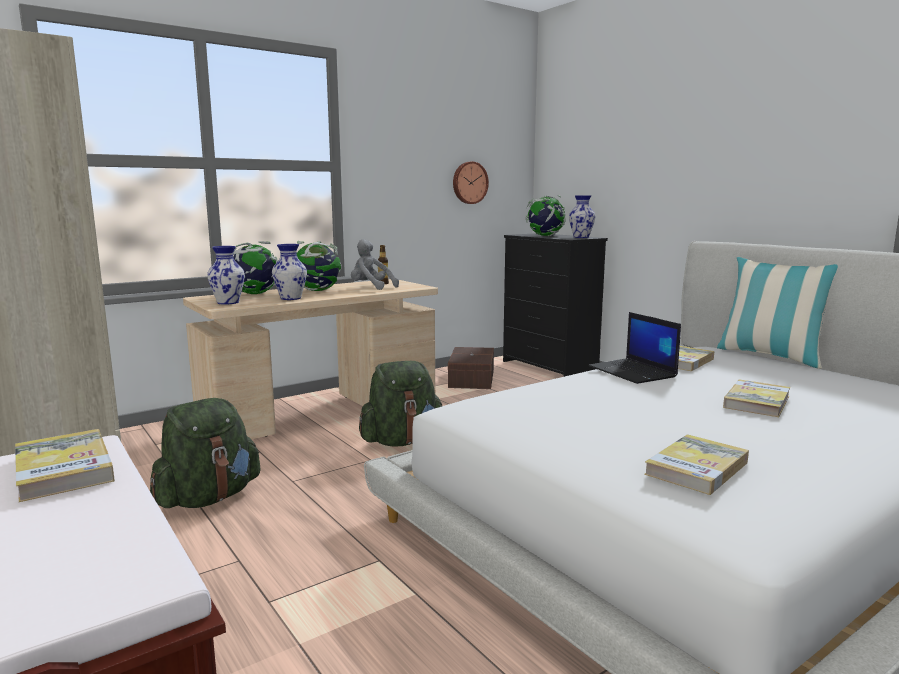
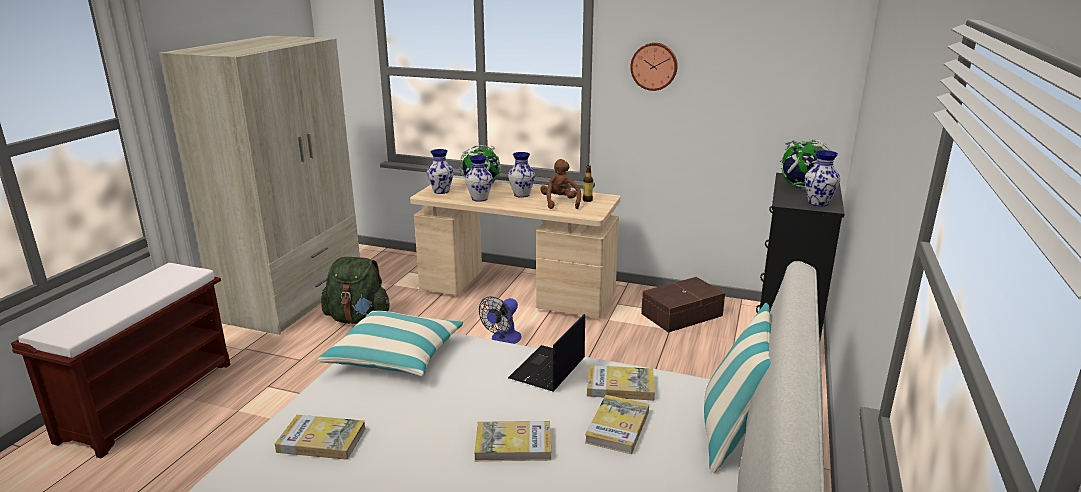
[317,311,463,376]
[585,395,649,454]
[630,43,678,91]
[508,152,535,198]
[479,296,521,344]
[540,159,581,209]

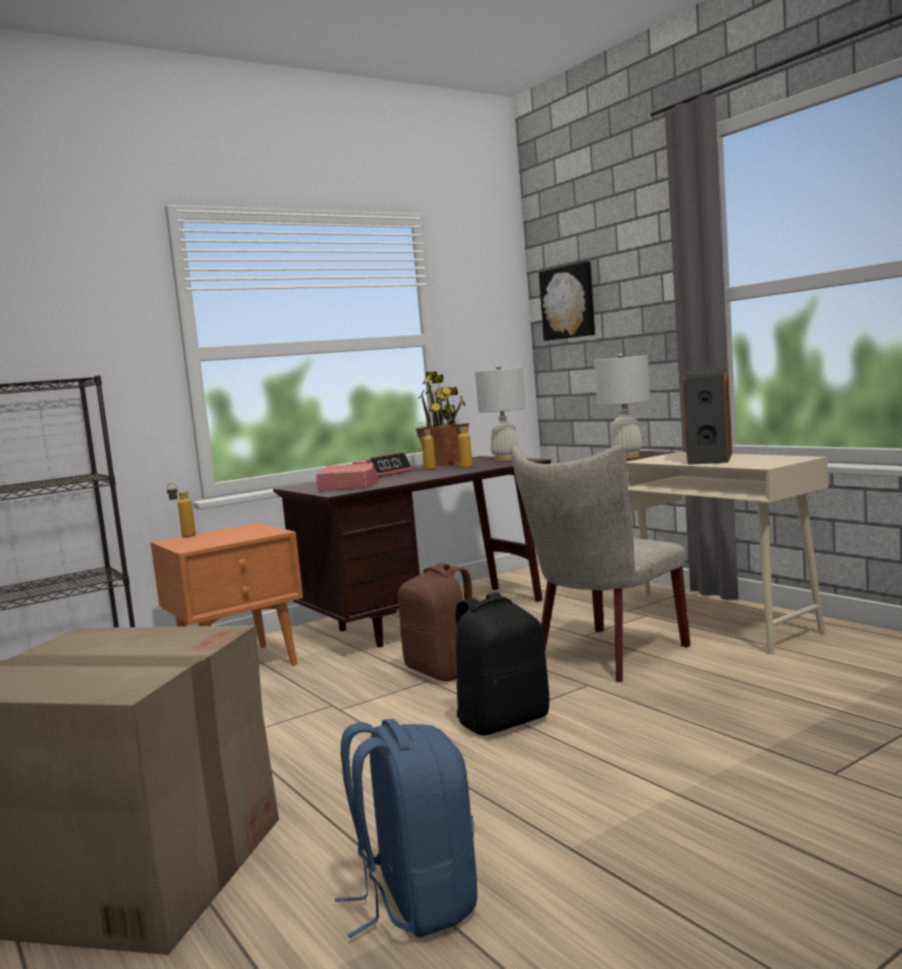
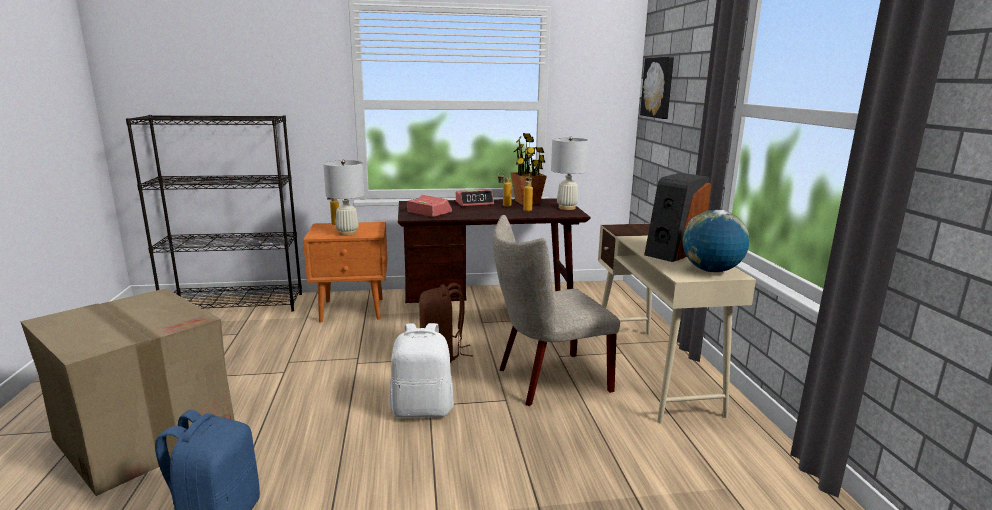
[683,210,749,272]
[323,160,365,236]
[390,323,454,418]

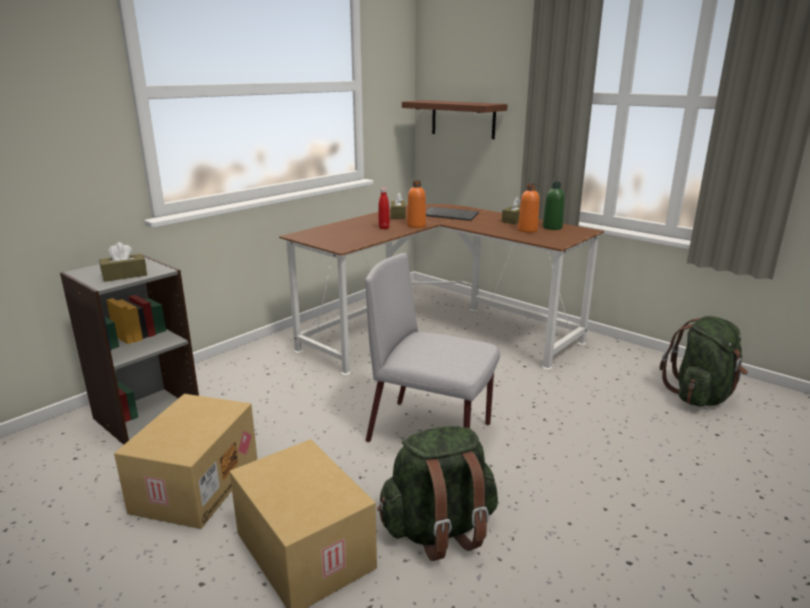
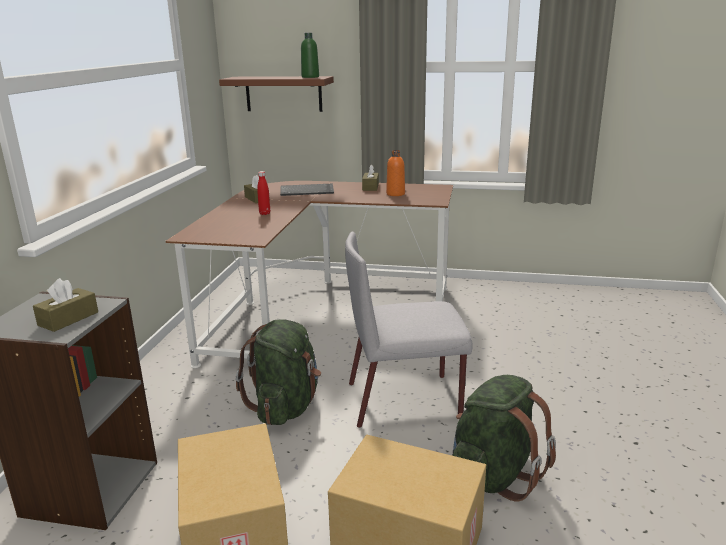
[407,180,426,228] (first image)
[301,33,319,78]
[236,319,321,425]

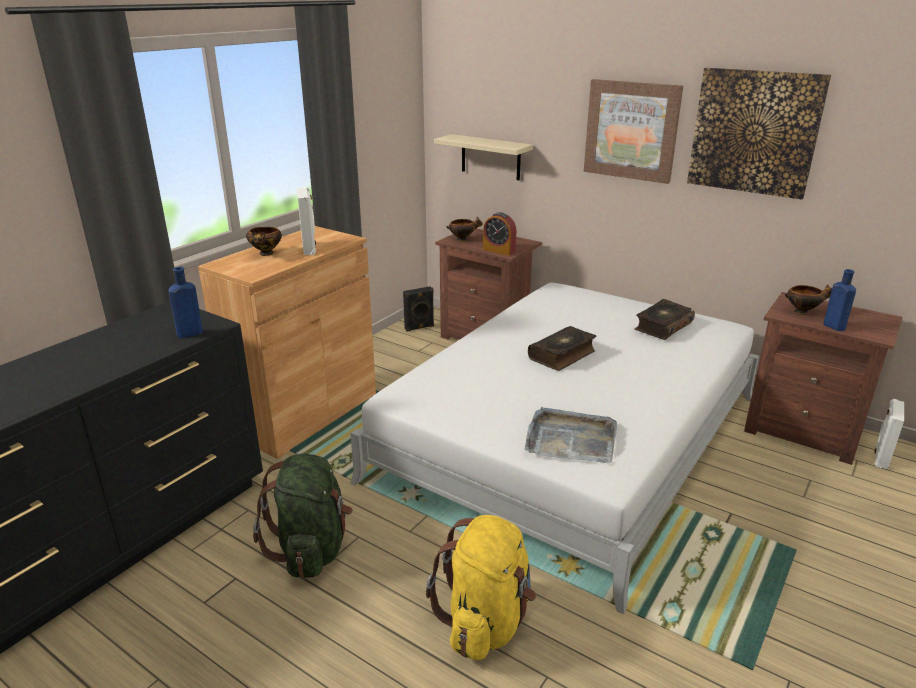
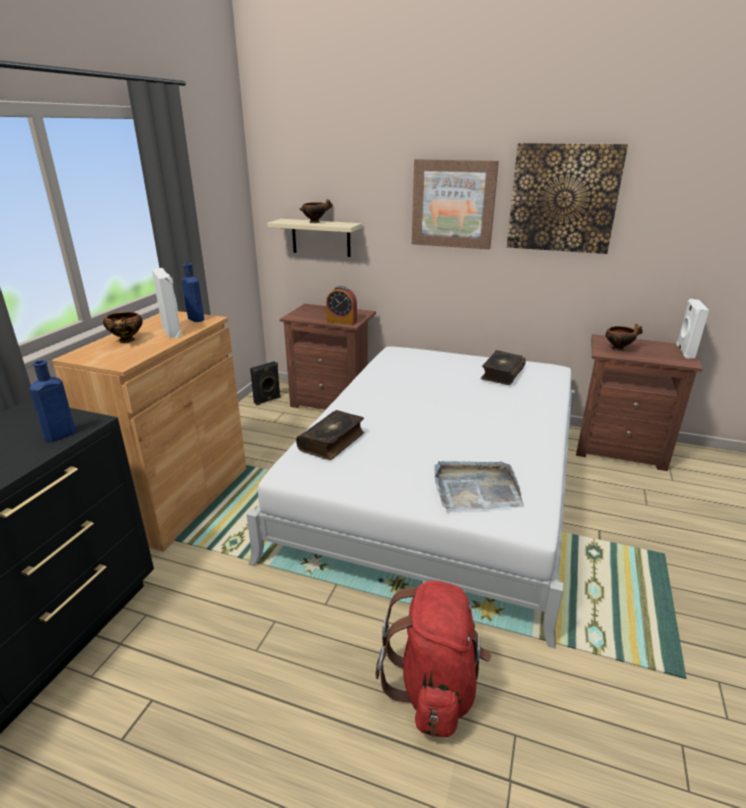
[253,454,353,578] (first image)
[299,199,333,223]
[296,410,364,460]
[182,263,204,322]
[676,299,709,359]
[376,581,492,737]

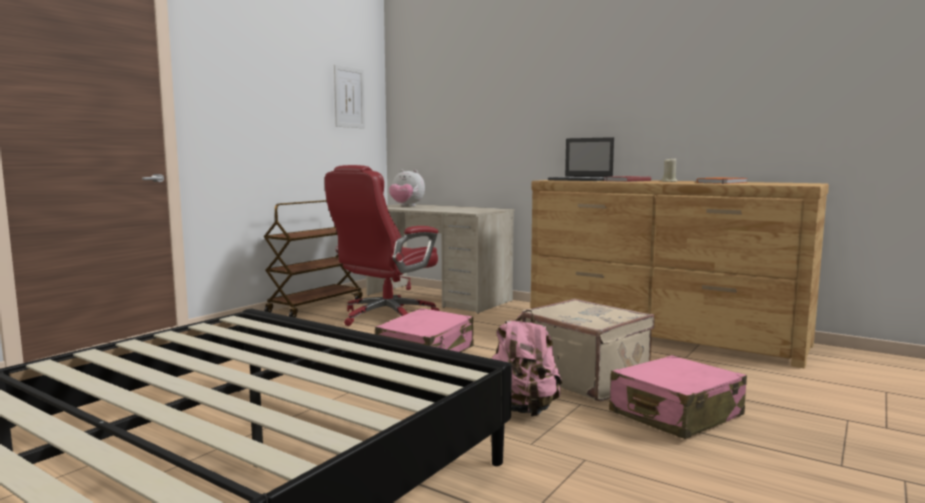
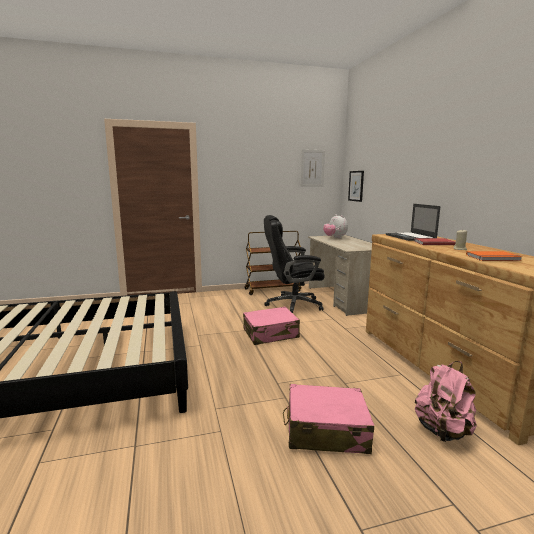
[522,298,655,401] (first image)
[348,171,364,202]
[415,361,477,442]
[264,215,325,313]

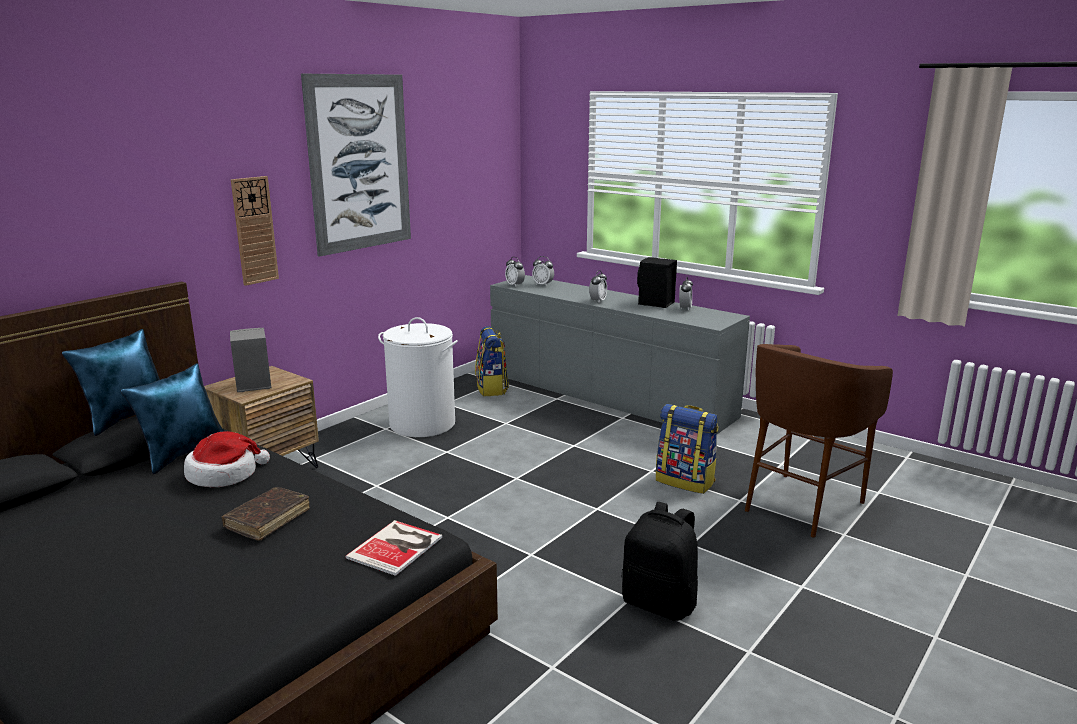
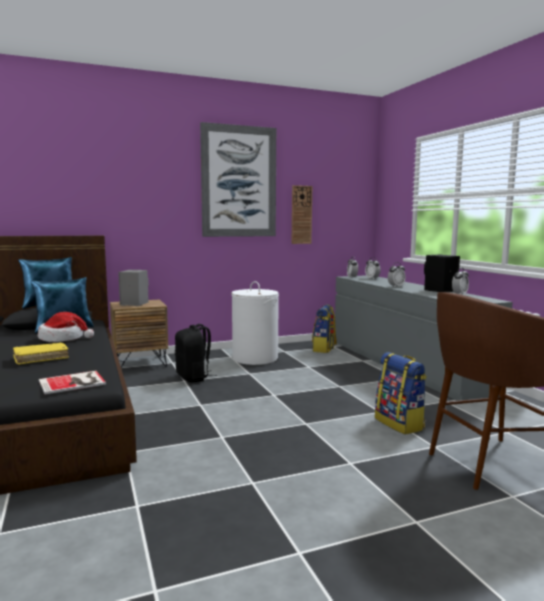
[292,185,312,244]
[175,324,217,382]
[13,343,69,365]

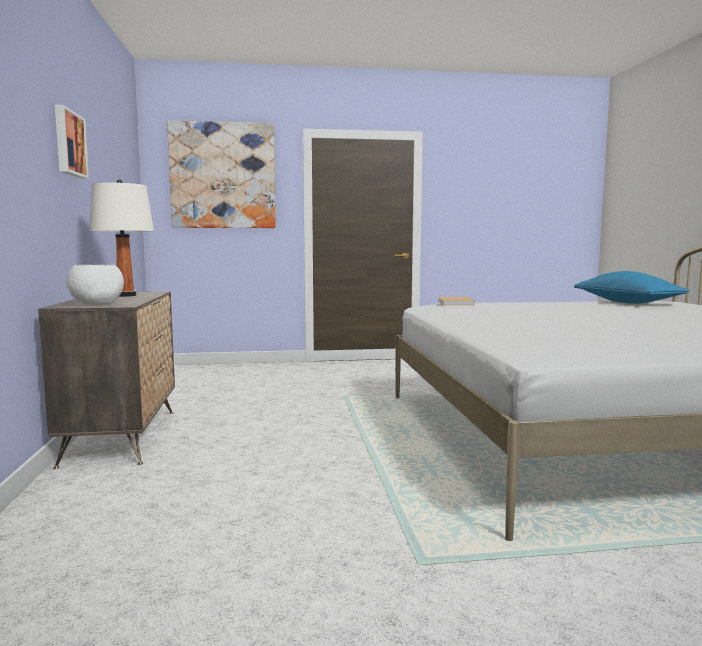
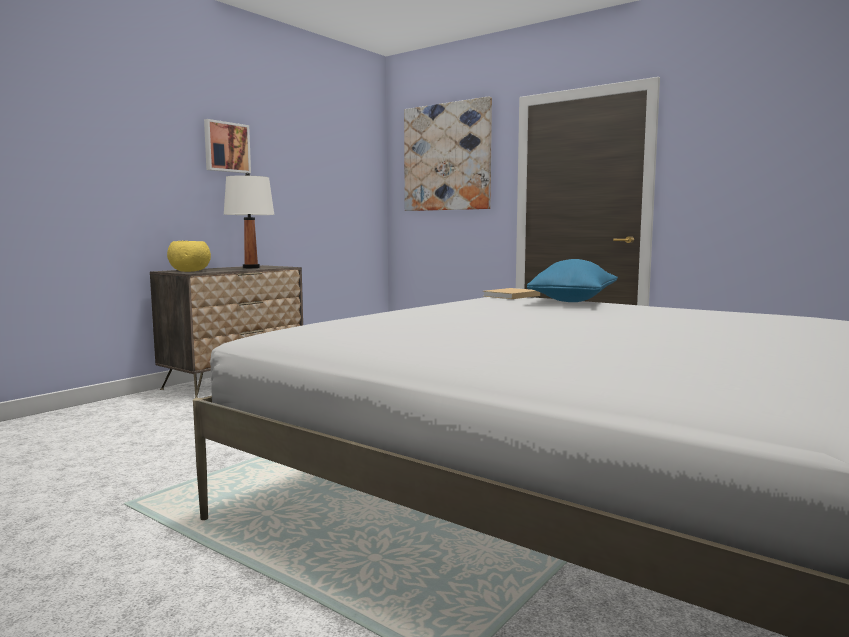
[527,259,618,302]
[167,241,211,272]

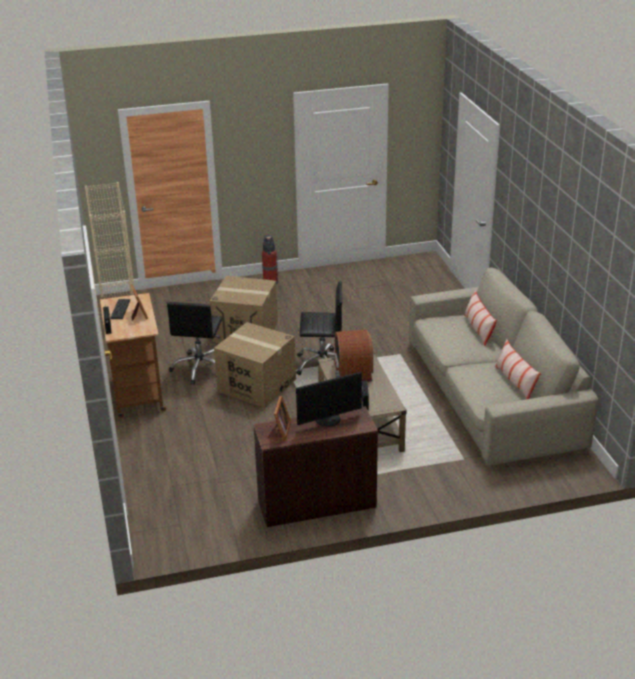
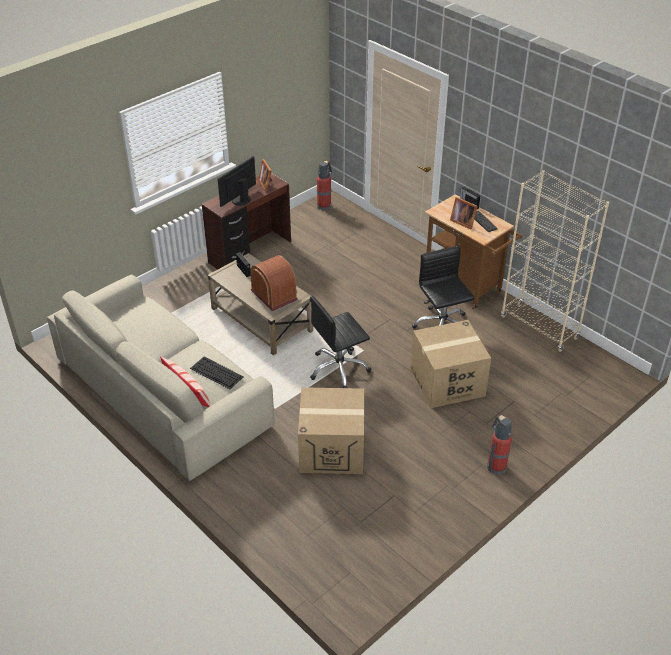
[495,339,541,399] (first image)
[190,357,244,389]
[317,161,332,210]
[298,387,364,474]

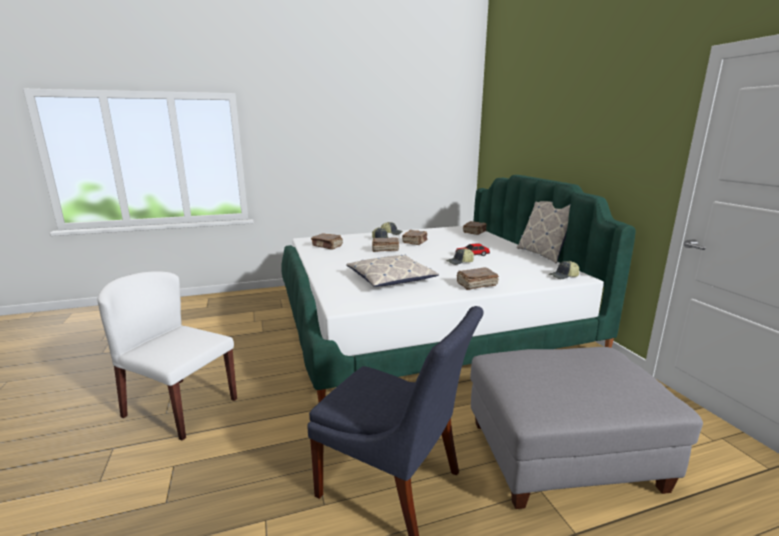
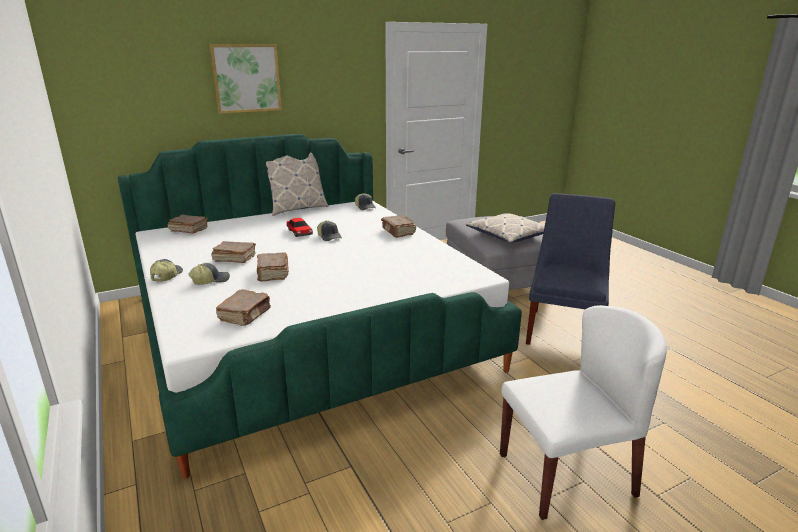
[210,44,282,114]
[466,213,545,243]
[500,305,667,520]

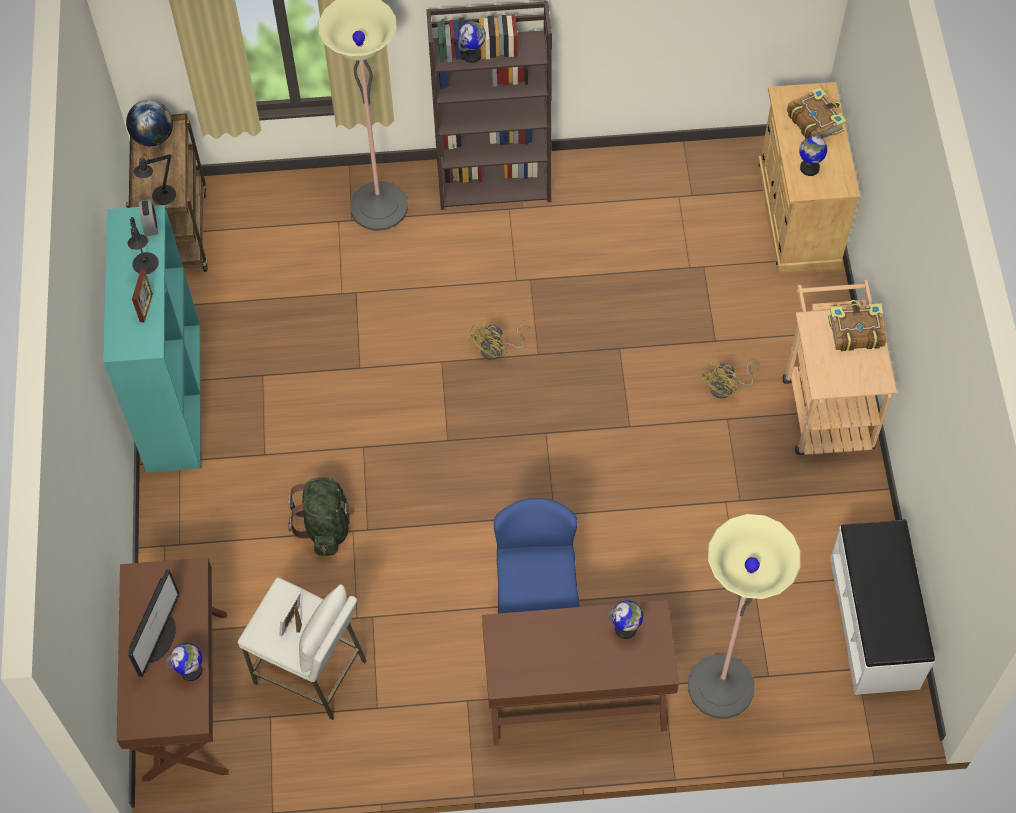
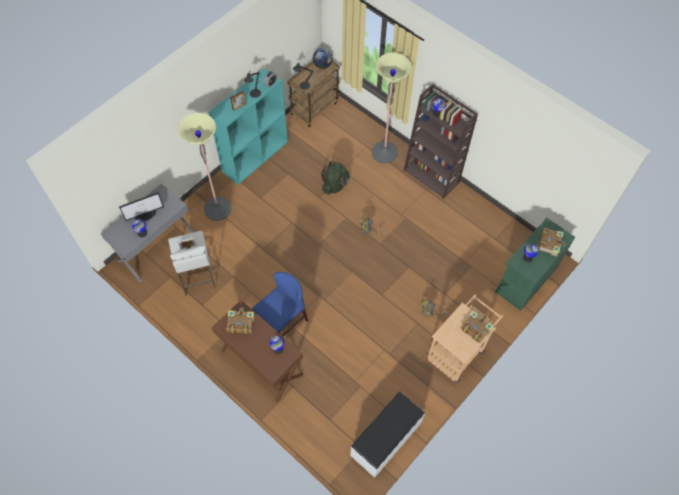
[226,308,255,334]
[321,161,350,195]
[177,113,232,221]
[100,184,193,282]
[495,218,575,311]

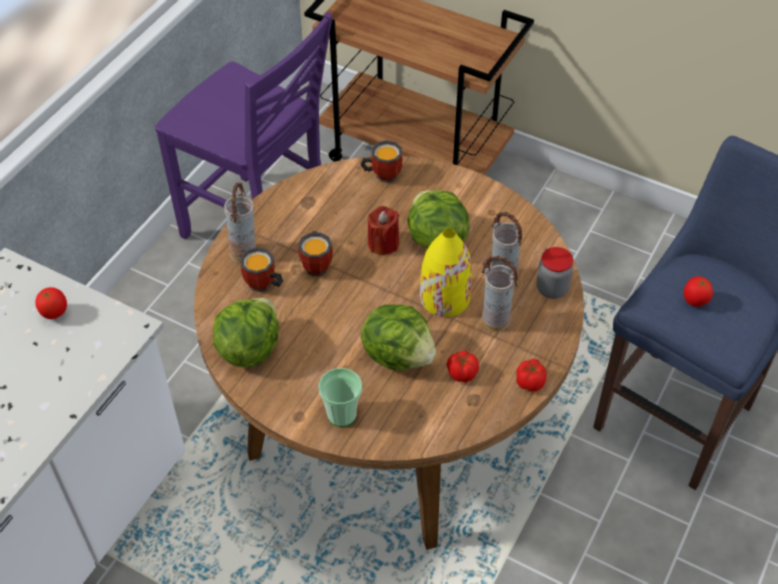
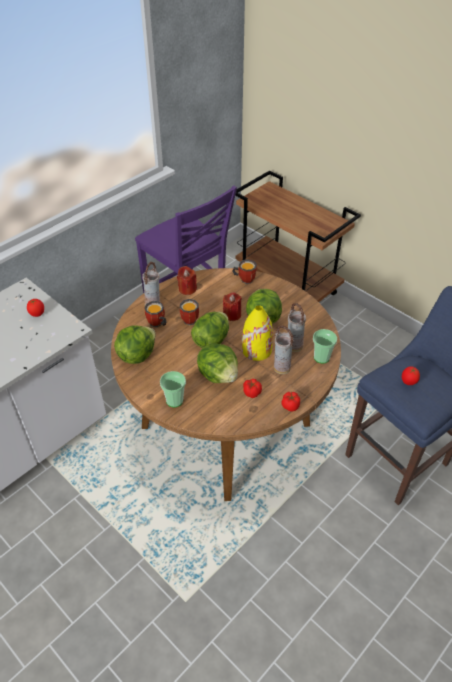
[177,266,197,295]
[191,312,229,348]
[313,329,337,364]

